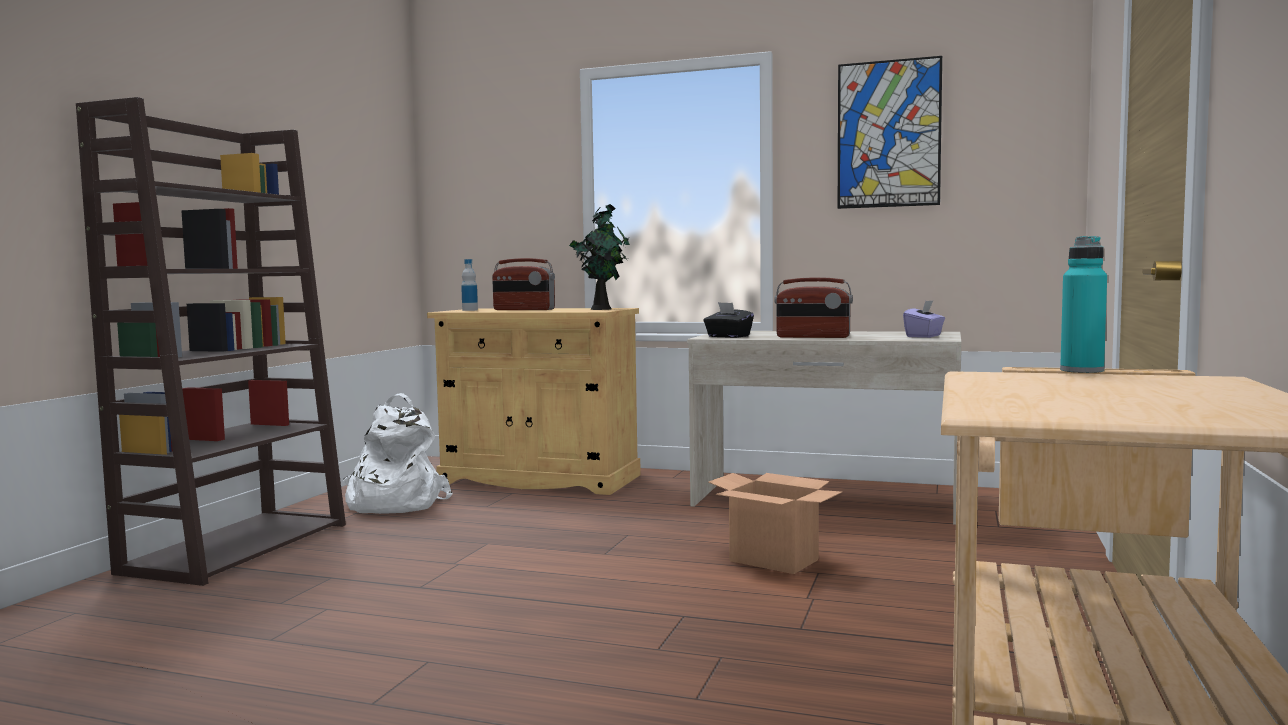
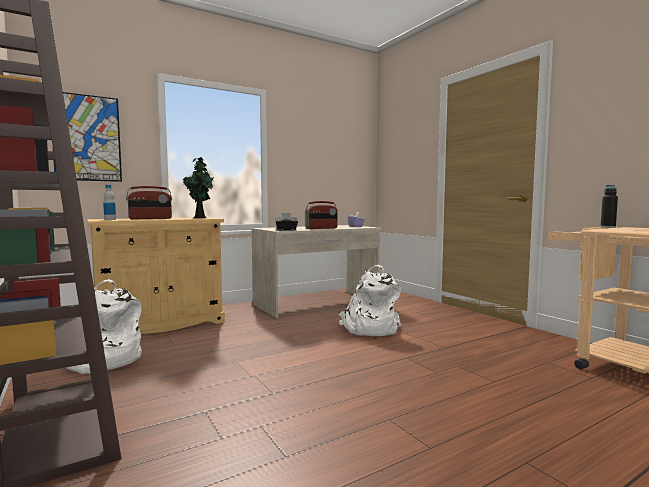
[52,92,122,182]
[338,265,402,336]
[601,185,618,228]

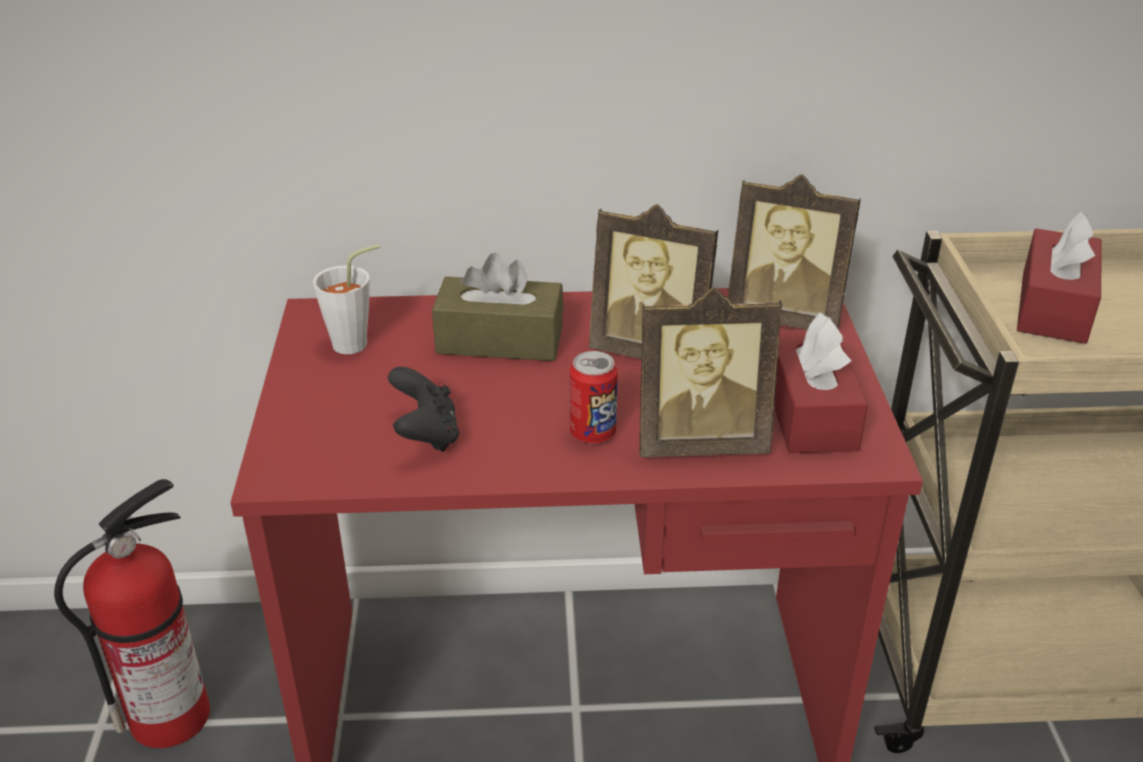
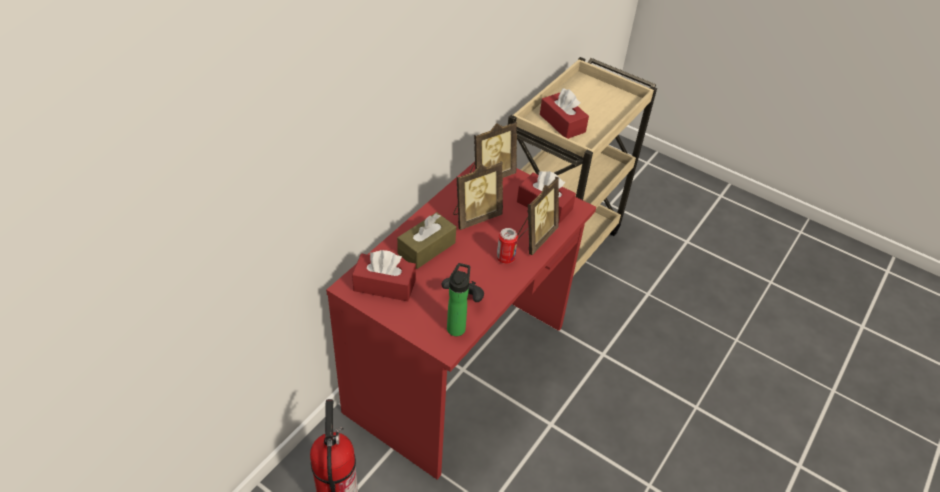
[447,263,470,336]
[352,250,416,301]

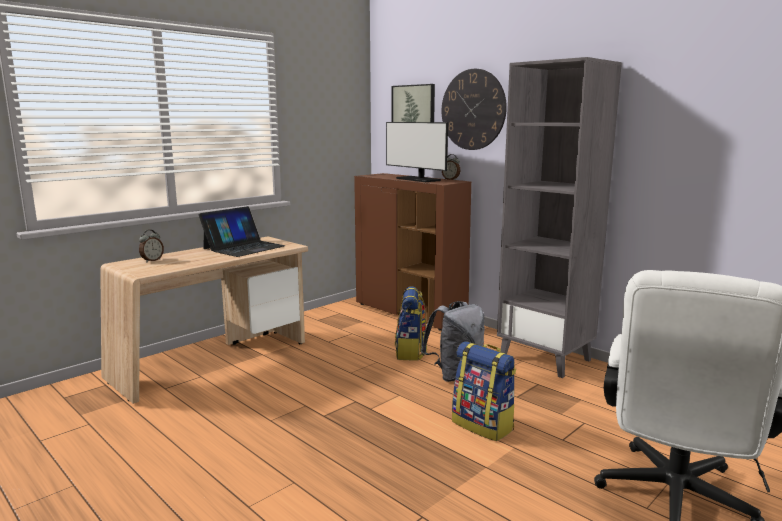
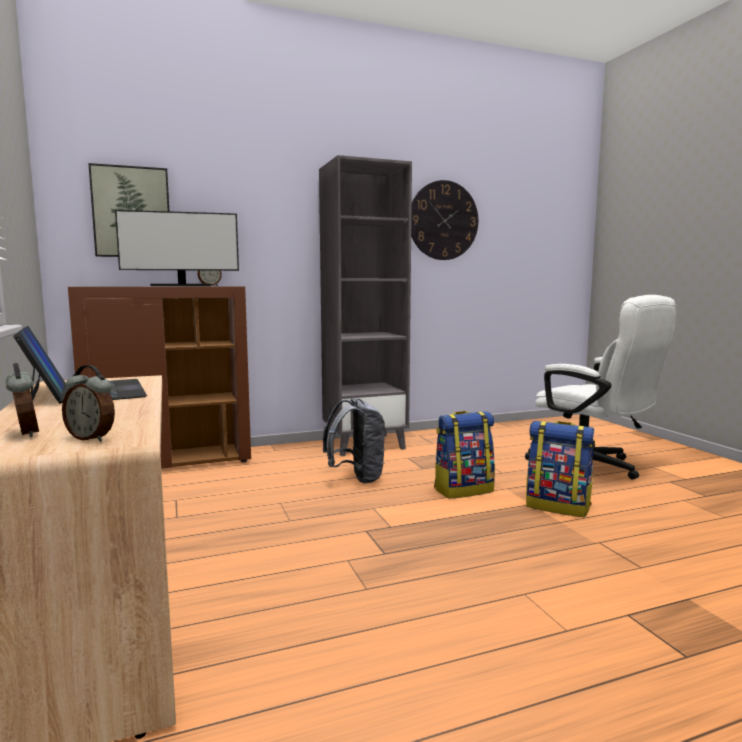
[62,365,115,442]
[526,421,595,517]
[411,180,478,260]

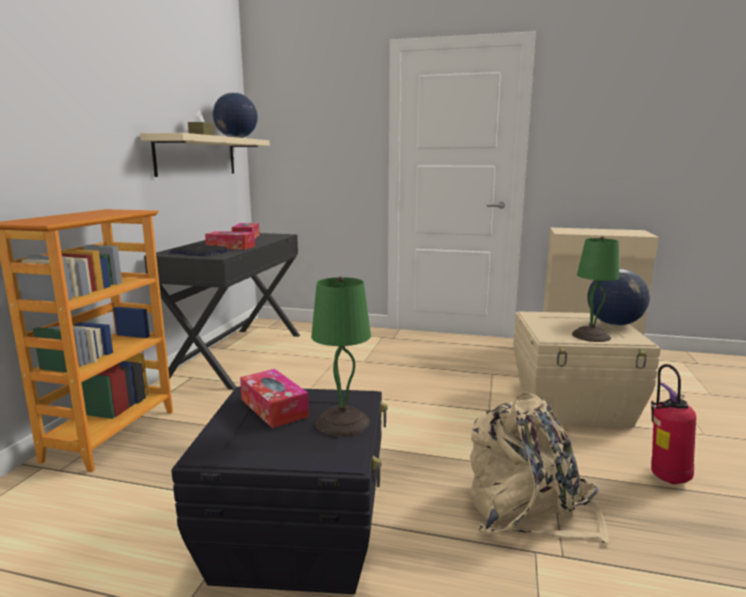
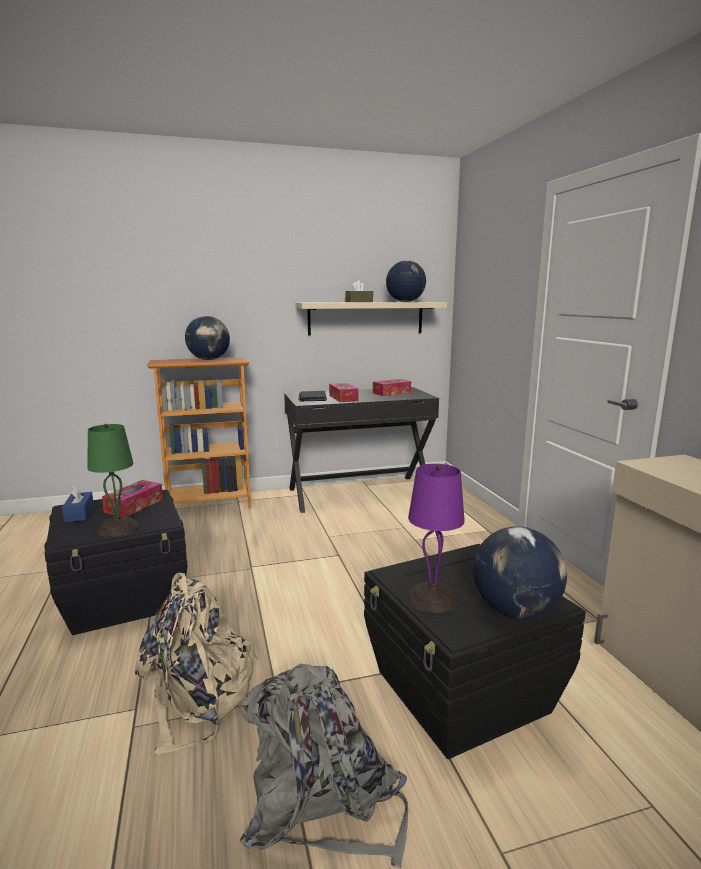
[62,484,94,522]
[185,316,230,360]
[240,664,408,868]
[364,544,586,759]
[407,464,465,613]

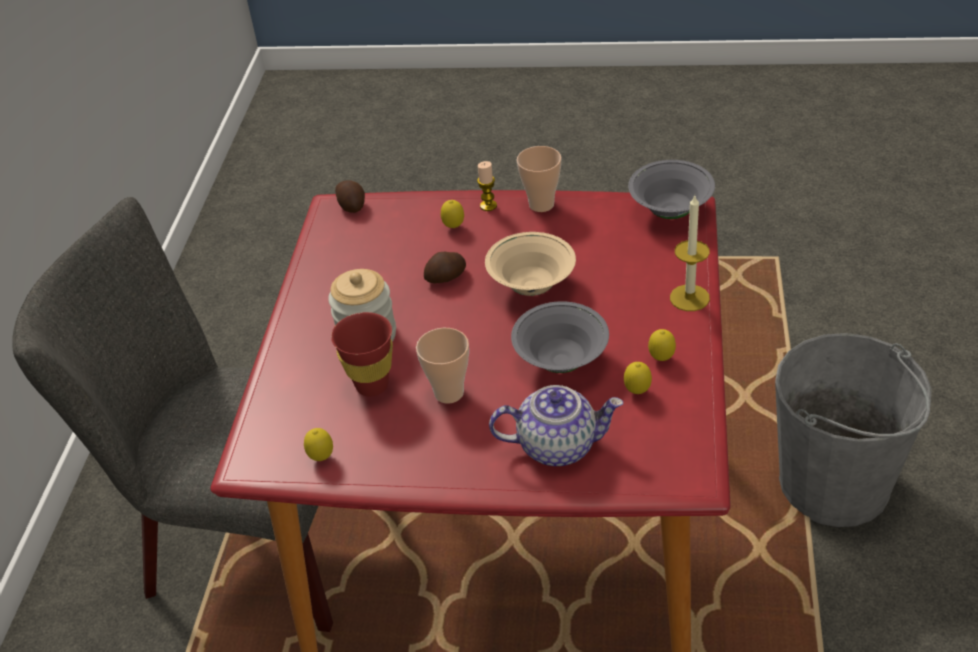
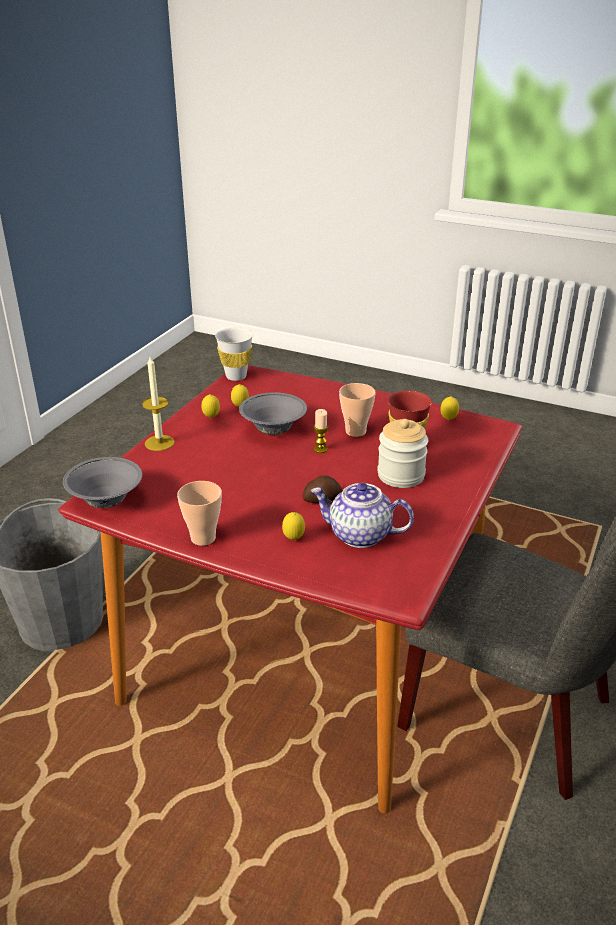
[335,180,365,213] (first image)
[485,232,576,296] (first image)
[215,327,253,381]
[314,409,329,453]
[311,483,414,548]

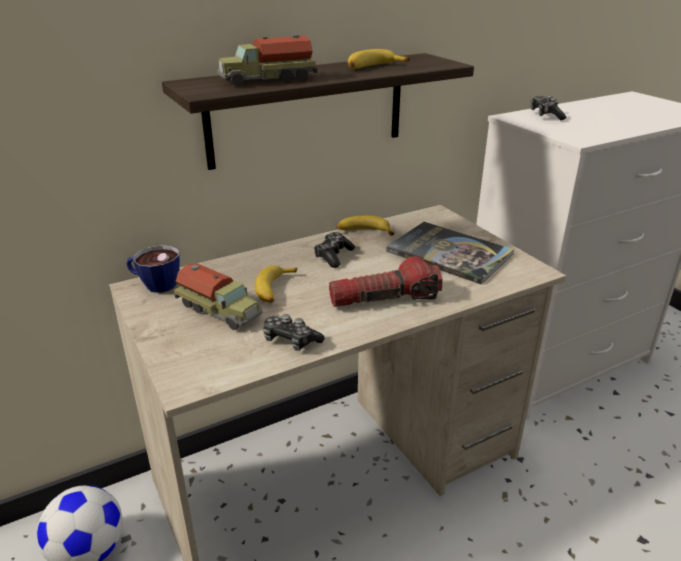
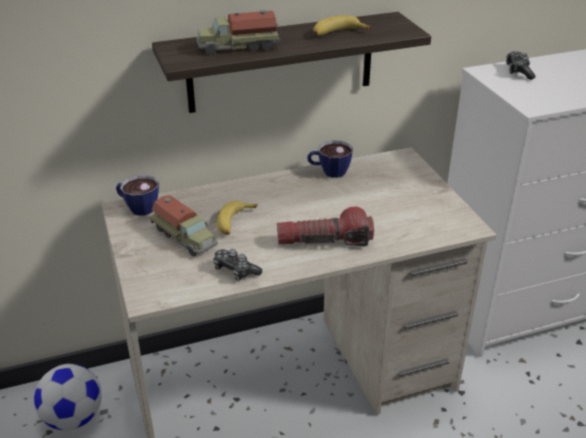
[314,232,355,268] (first image)
[386,222,514,284] (first image)
[307,140,353,178]

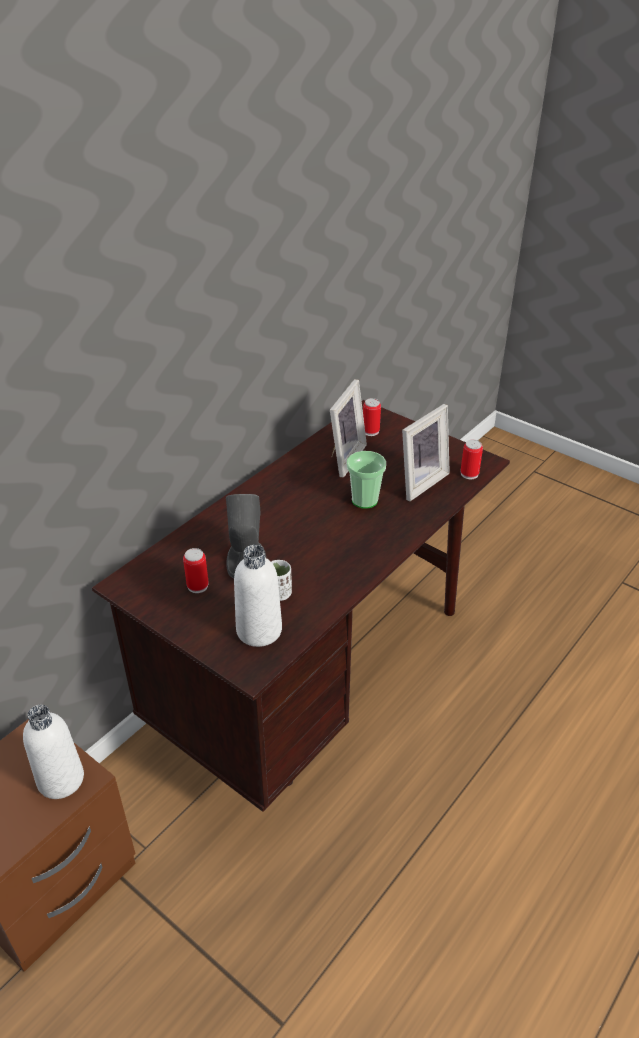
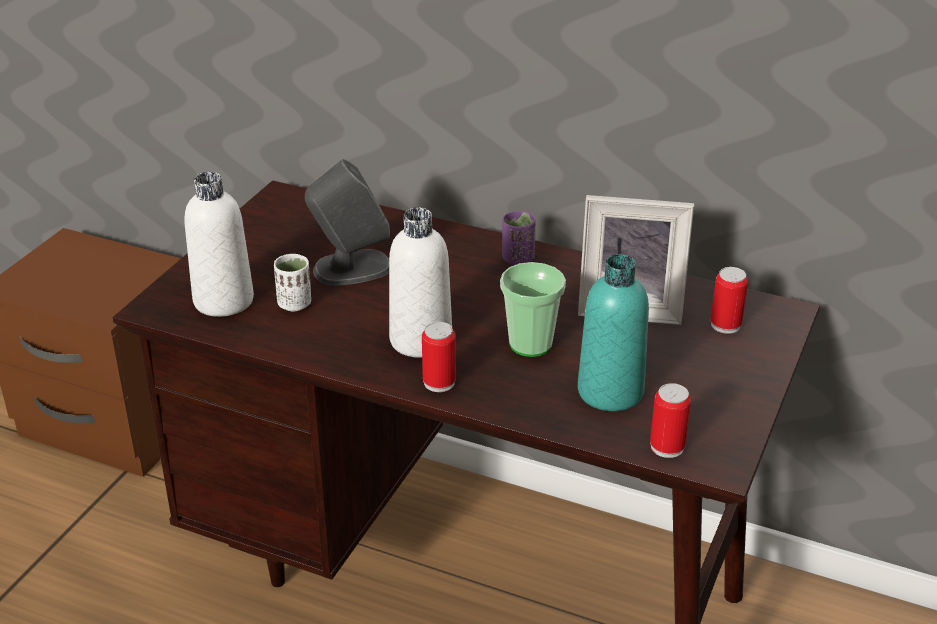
[502,211,536,265]
[389,207,452,358]
[422,322,456,392]
[578,254,649,411]

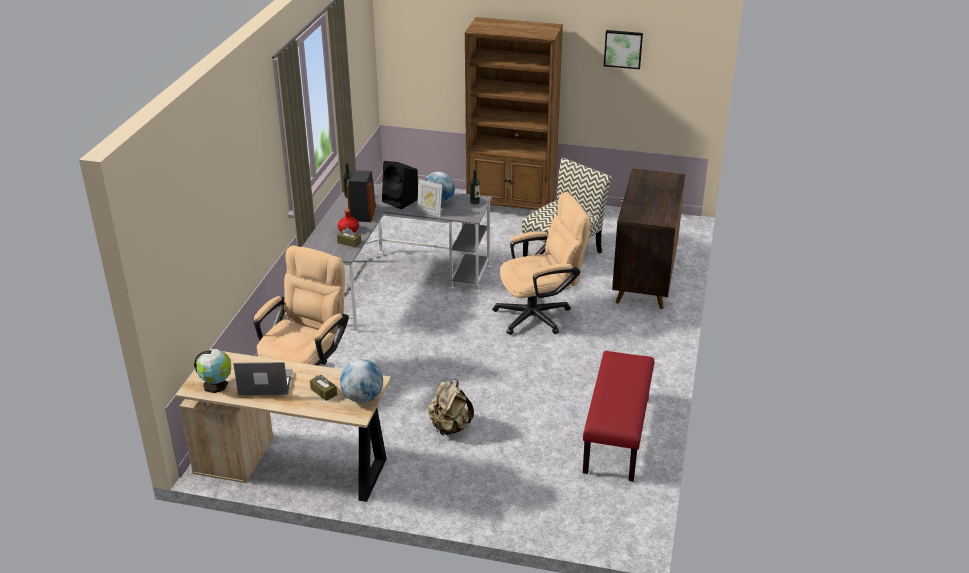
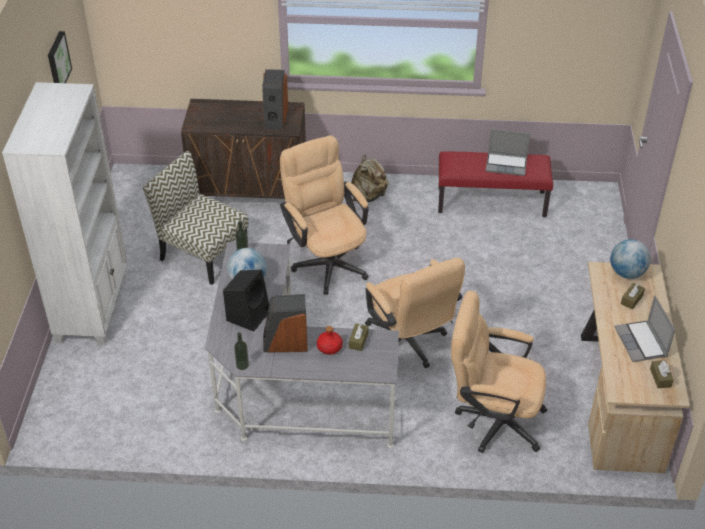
[417,179,442,217] (first image)
[262,69,288,130]
[365,258,465,369]
[486,129,530,176]
[351,155,389,202]
[650,360,674,388]
[2,82,128,345]

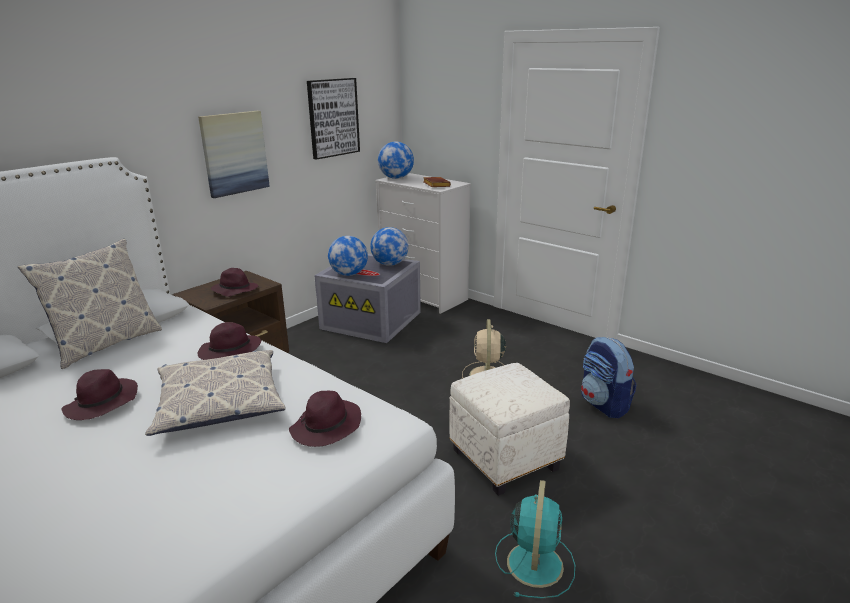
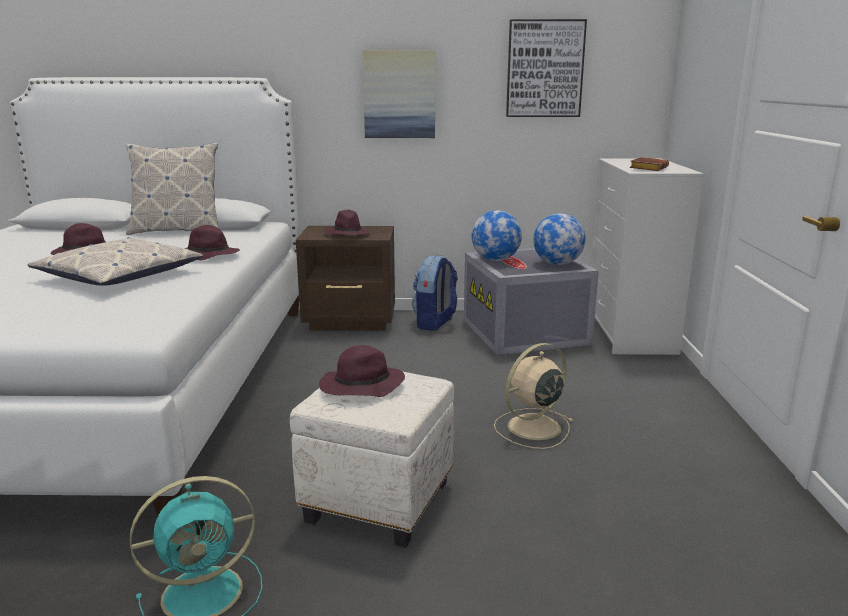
[378,141,414,179] (first image)
[319,345,405,397]
[412,255,458,331]

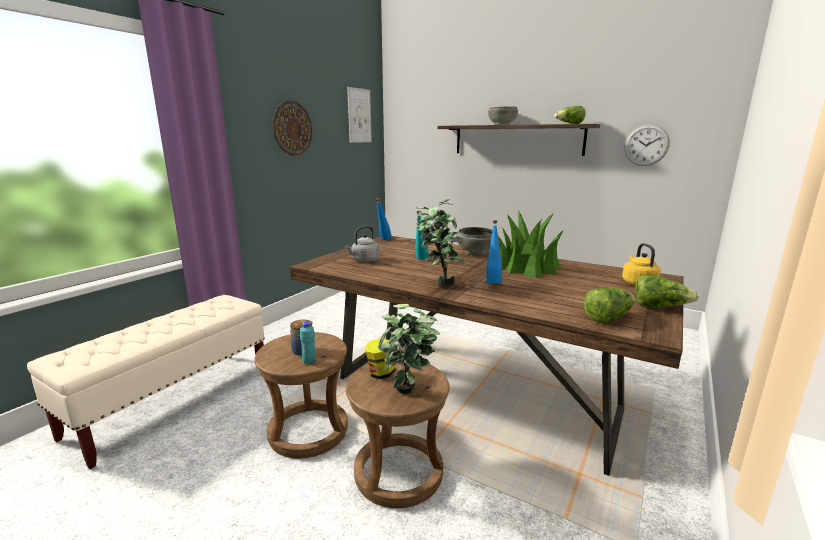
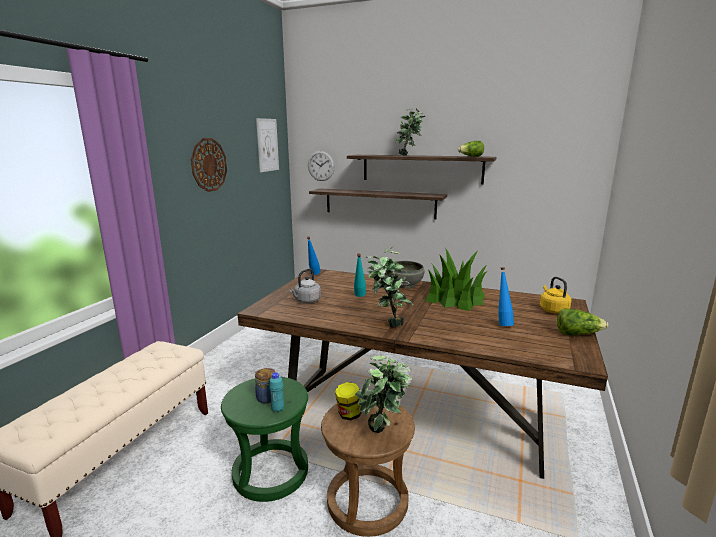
[584,287,634,323] (first image)
[309,188,447,219]
[498,267,514,326]
[308,151,335,181]
[395,108,425,156]
[221,377,308,502]

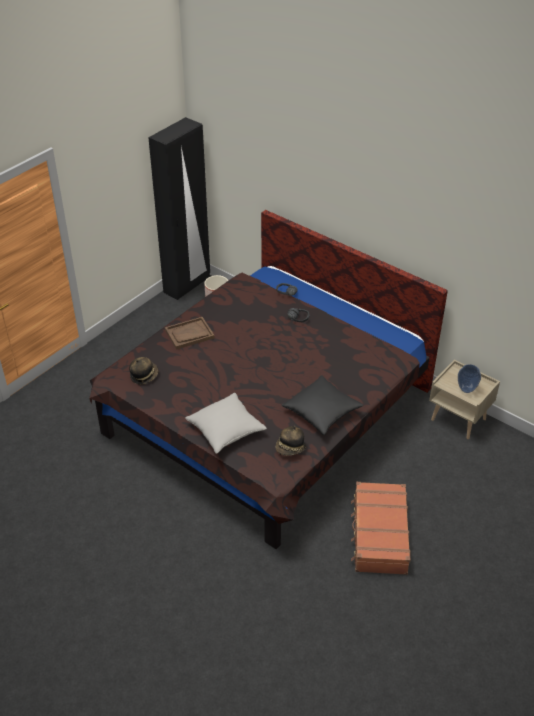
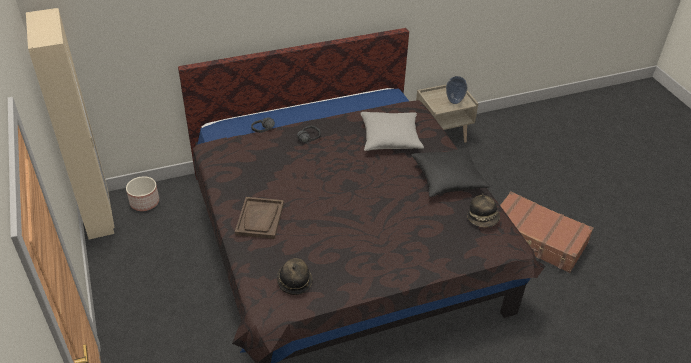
[360,112,424,151]
[26,8,114,239]

